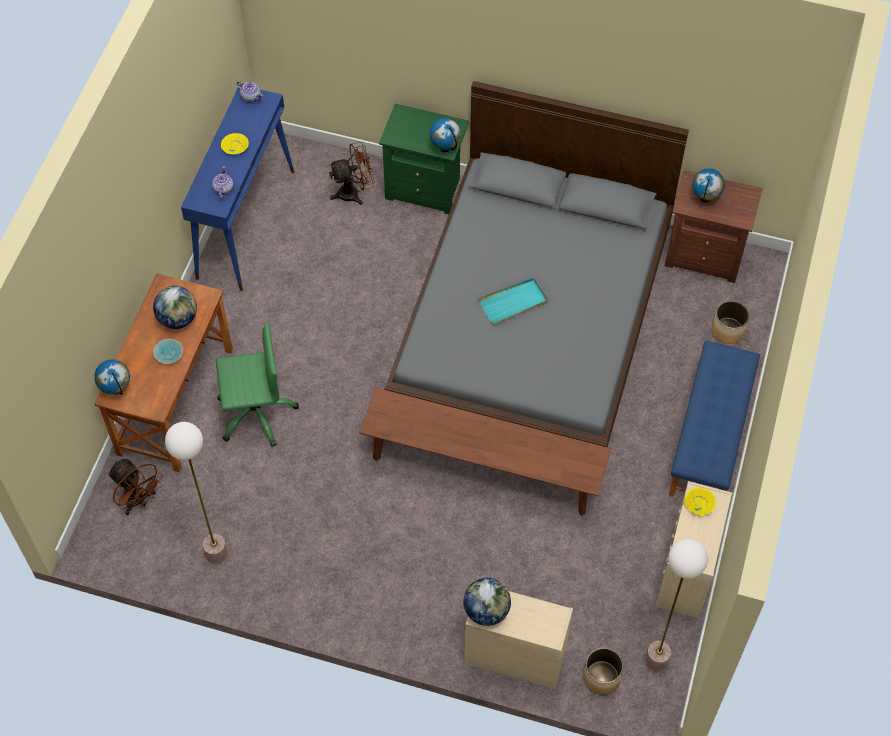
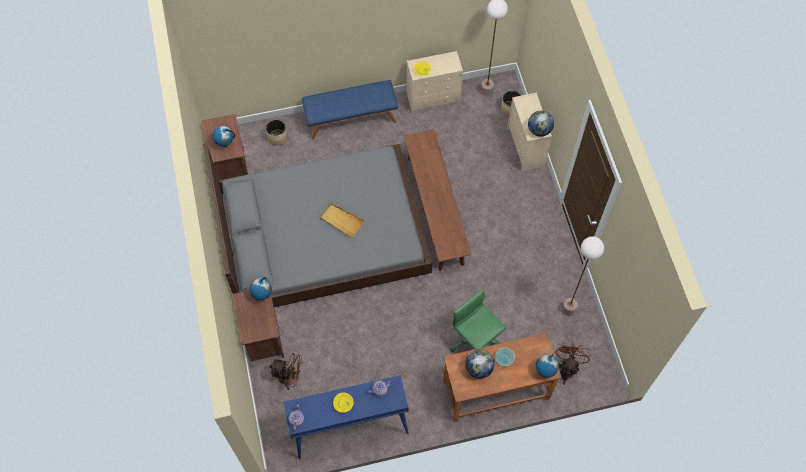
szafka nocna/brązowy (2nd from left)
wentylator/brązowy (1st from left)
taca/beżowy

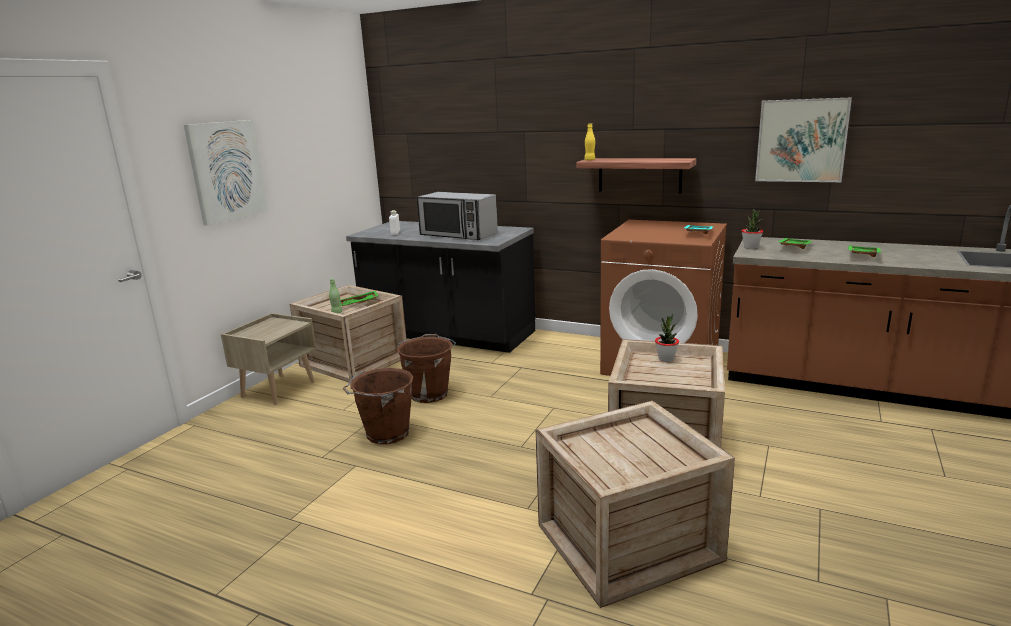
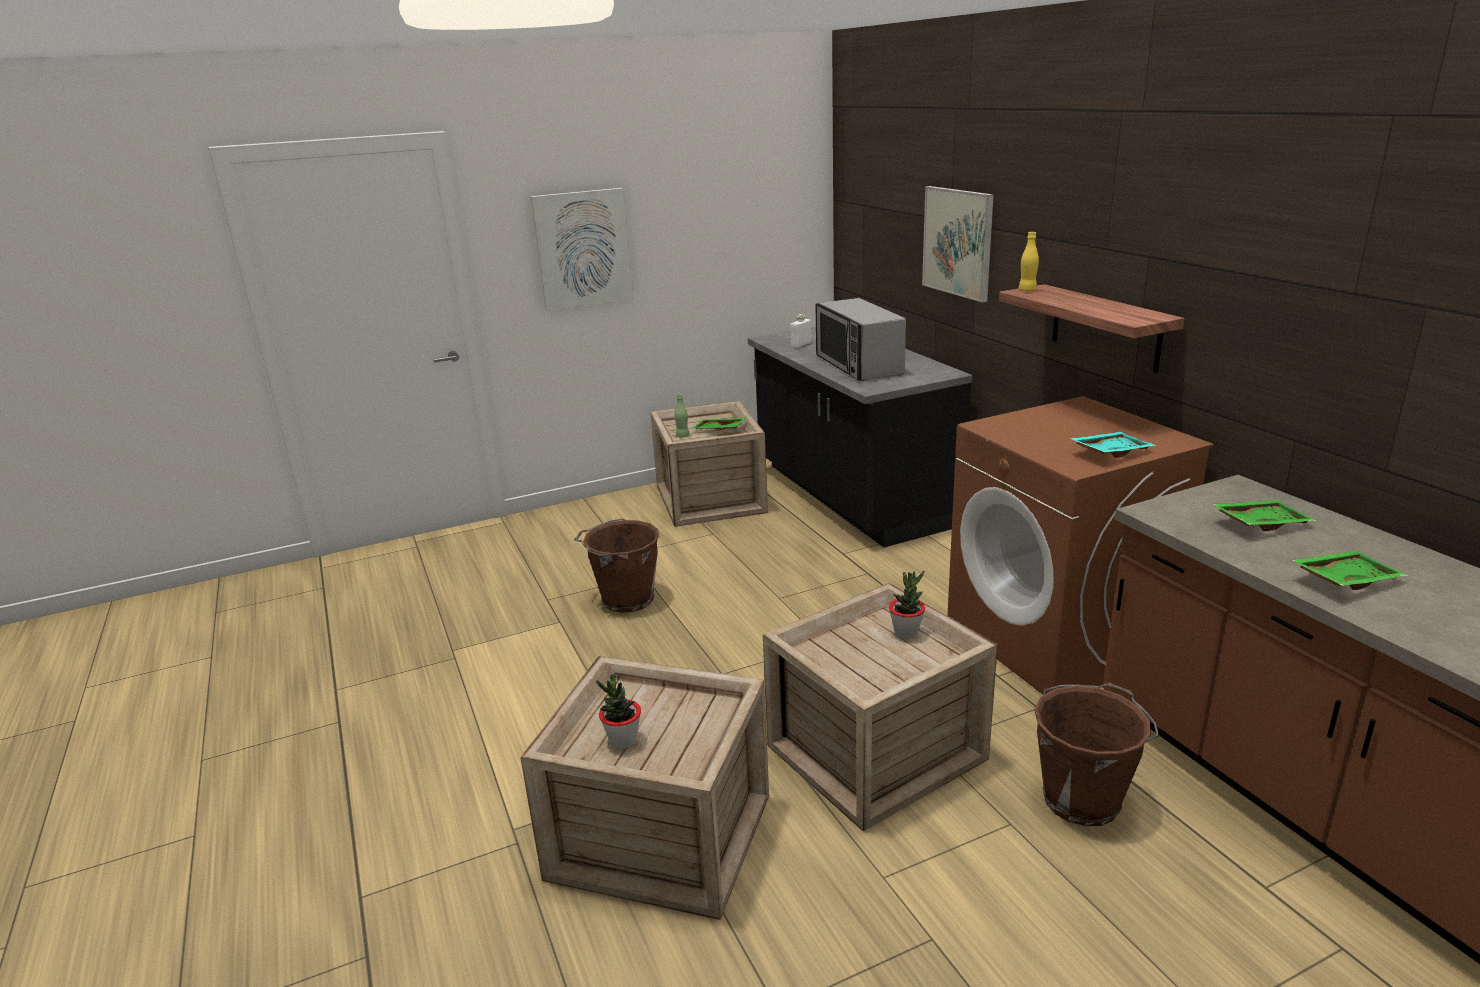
roślina doniczkowa (1st from left)
obraz (2nd from left)
wiadro/brązowy (2nd from left)
szafka nocna/beżowy

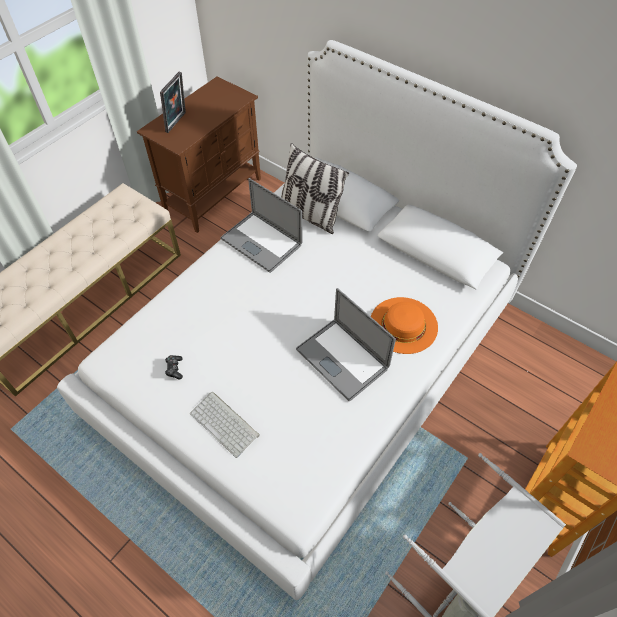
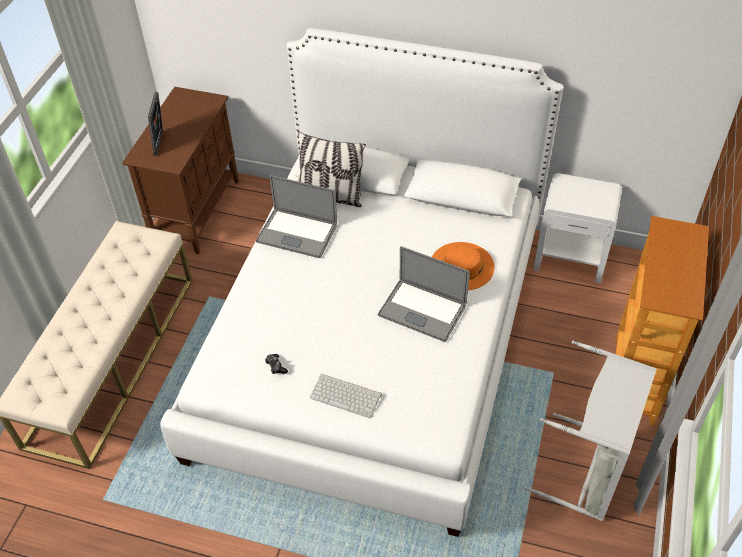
szafka nocna/biały

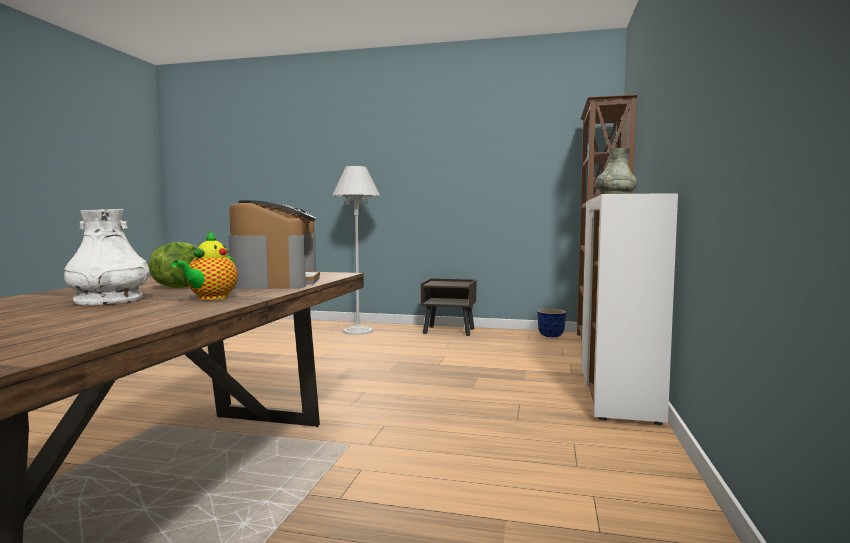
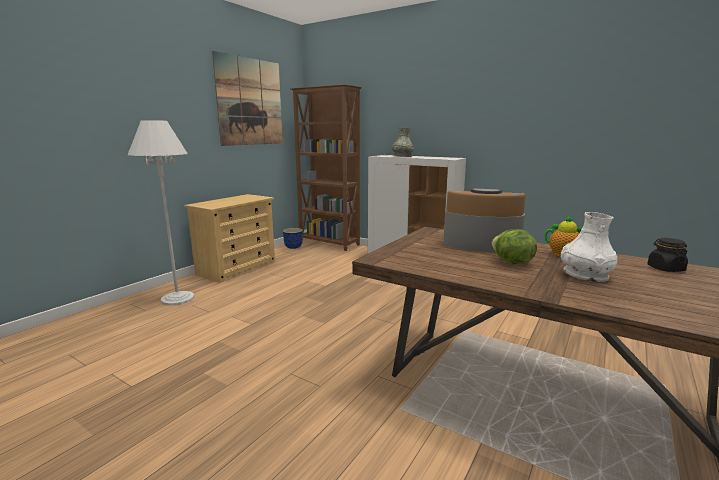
komoda/beżowy
obraz
słoik/czarny

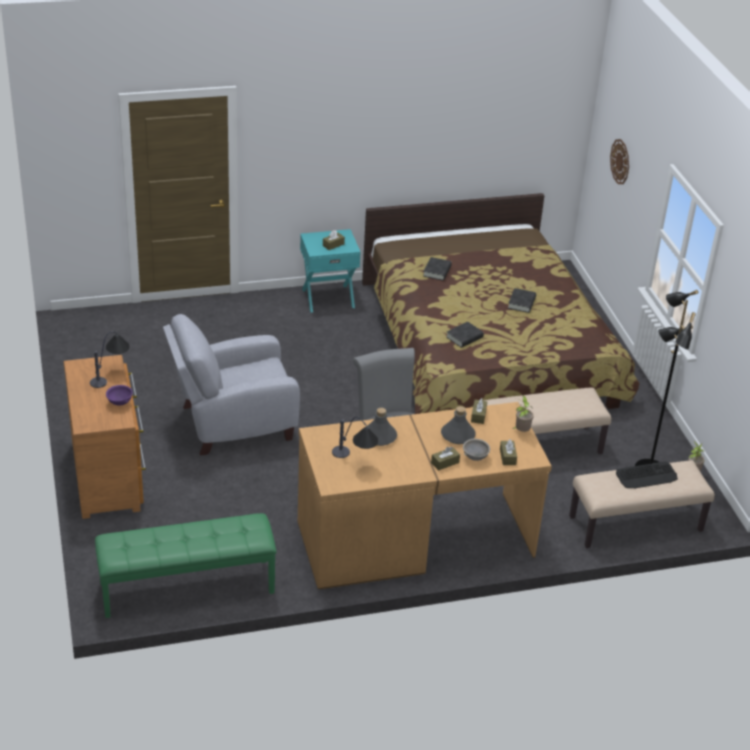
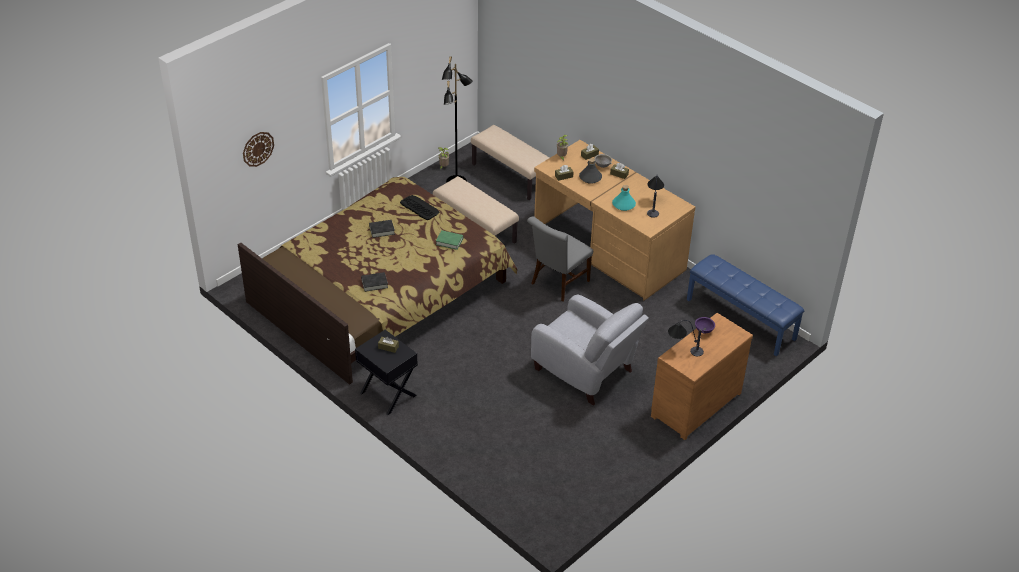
szafka nocna/czarny
klawiatura
książka/zielony
butelka/turkusowy
ławka/niebieski

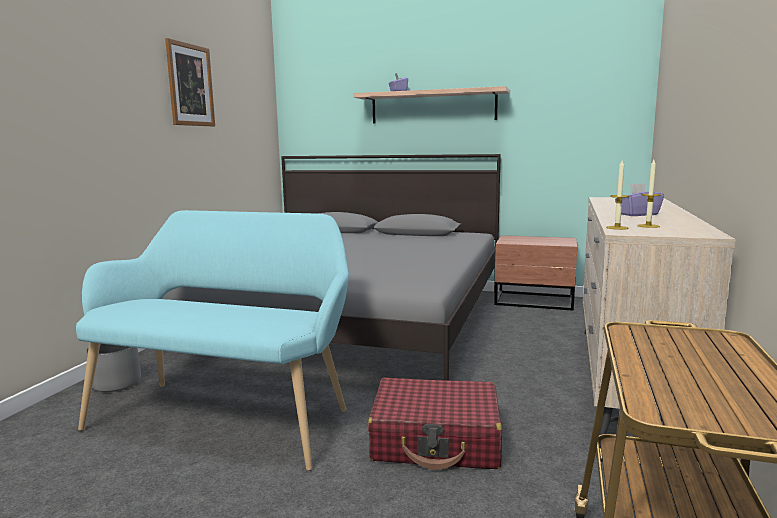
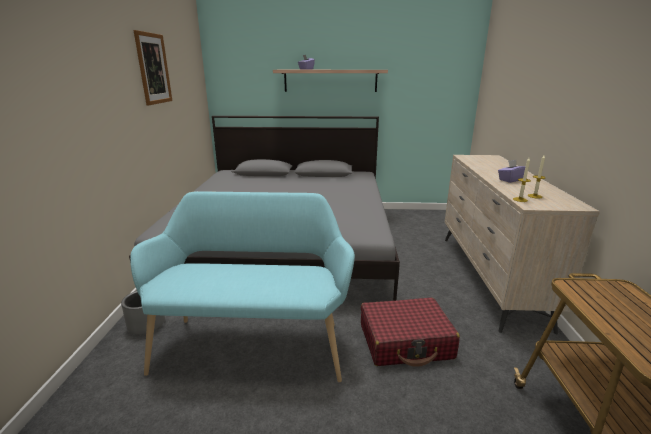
szafka nocna/brązowy

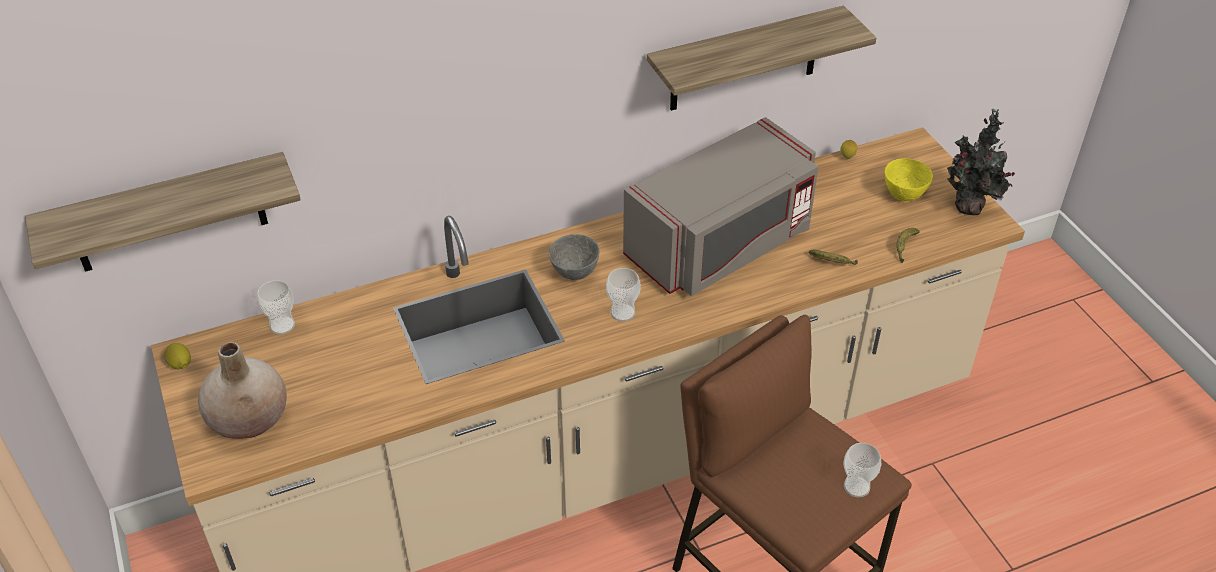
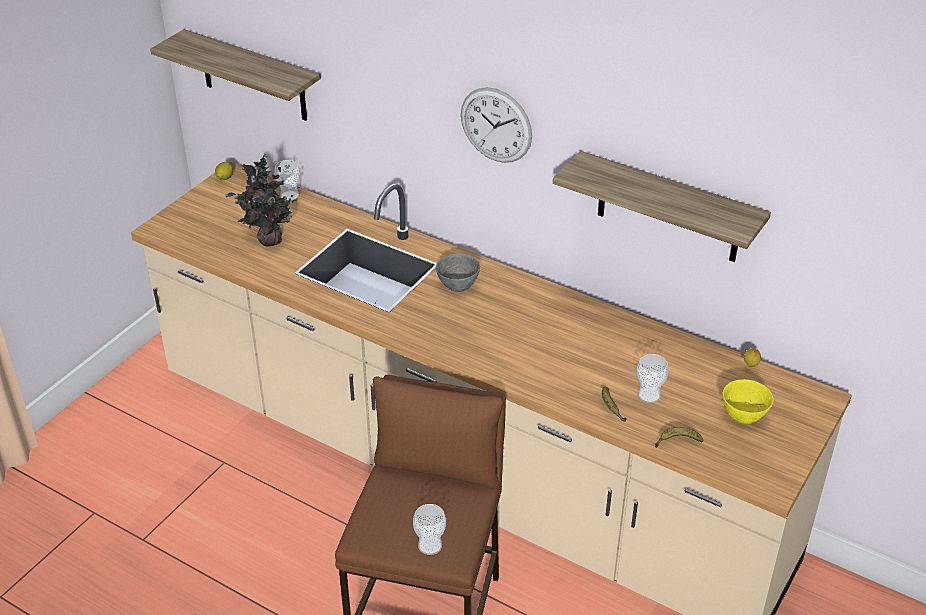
roślina doniczkowa
zegar ścienny
filiżanka (3rd from left)
wazon/beżowy
mikrofalówka/szary

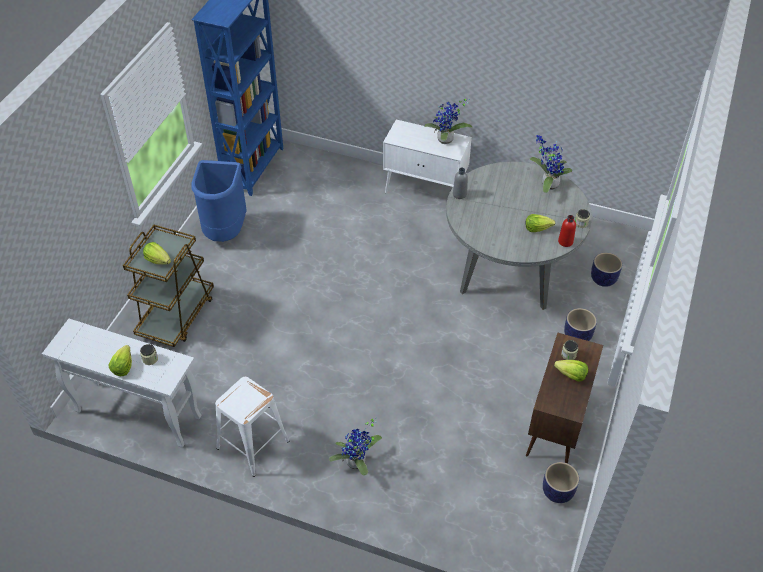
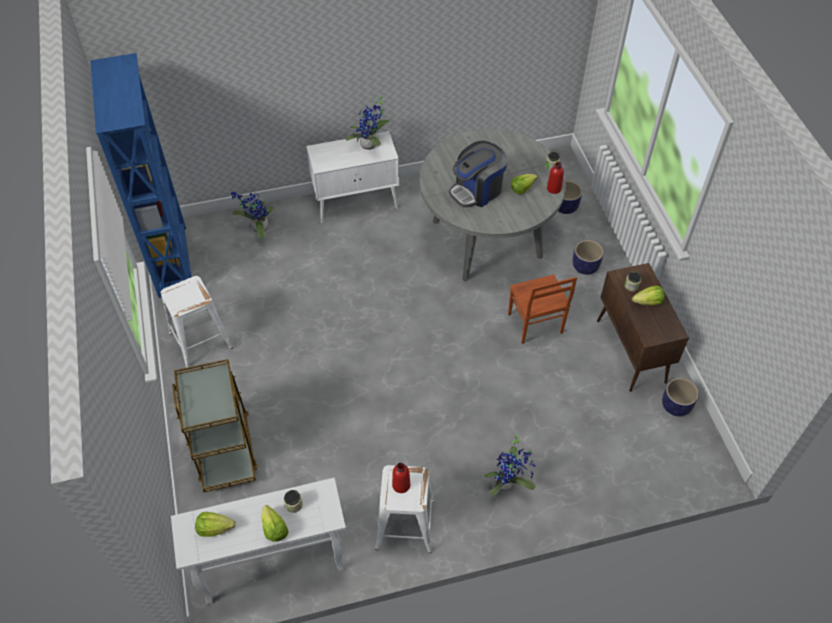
stołek/biały (1st from left)
sałata (1st from left)
roślina doniczkowa (1st from left)
butelka/czerwony (1st from left)
ekspres do kawy
krzesło/brązowy
butelka/szary

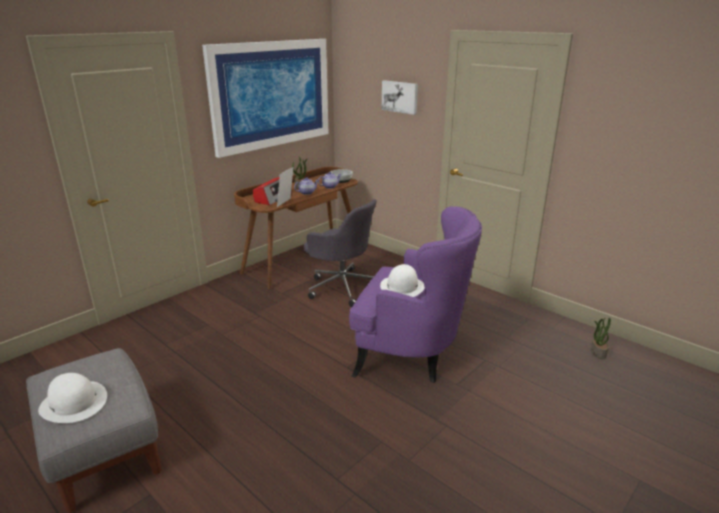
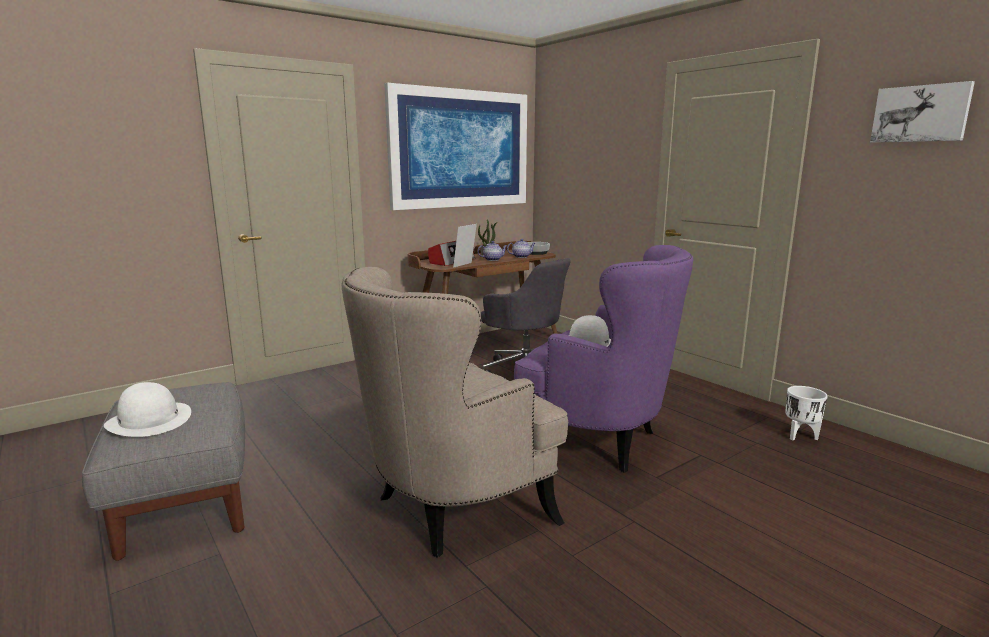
fotel/beżowy
donica/biały
obraz (2nd from left)
roślina doniczkowa (2nd from left in the first image)

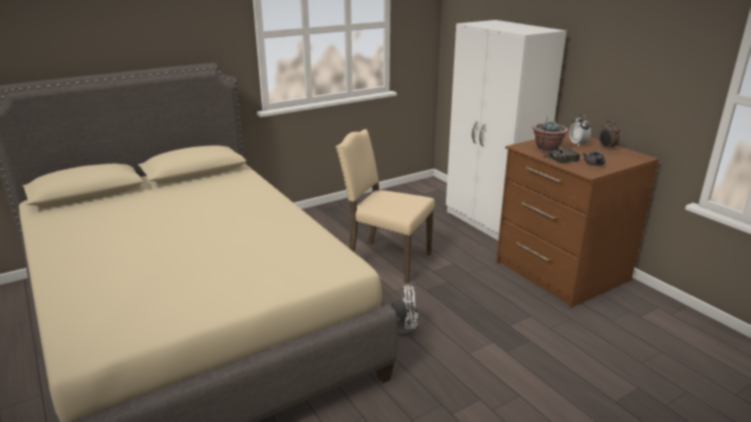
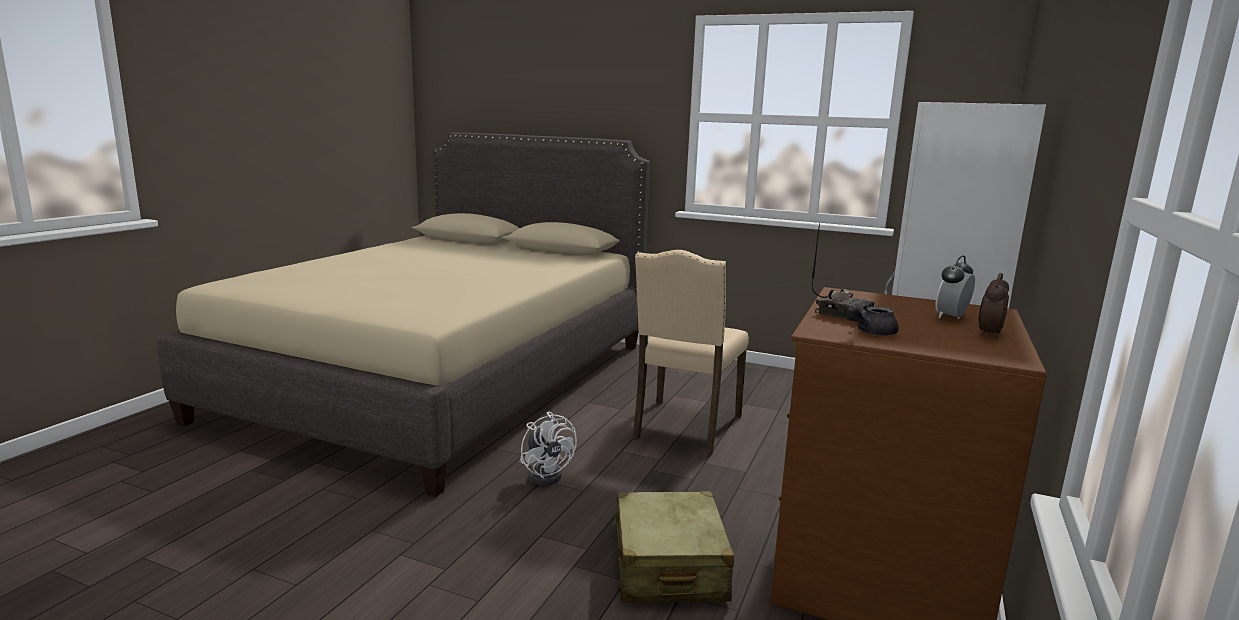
walizka/beżowy
krzesło/beżowy
roślina doniczkowa

